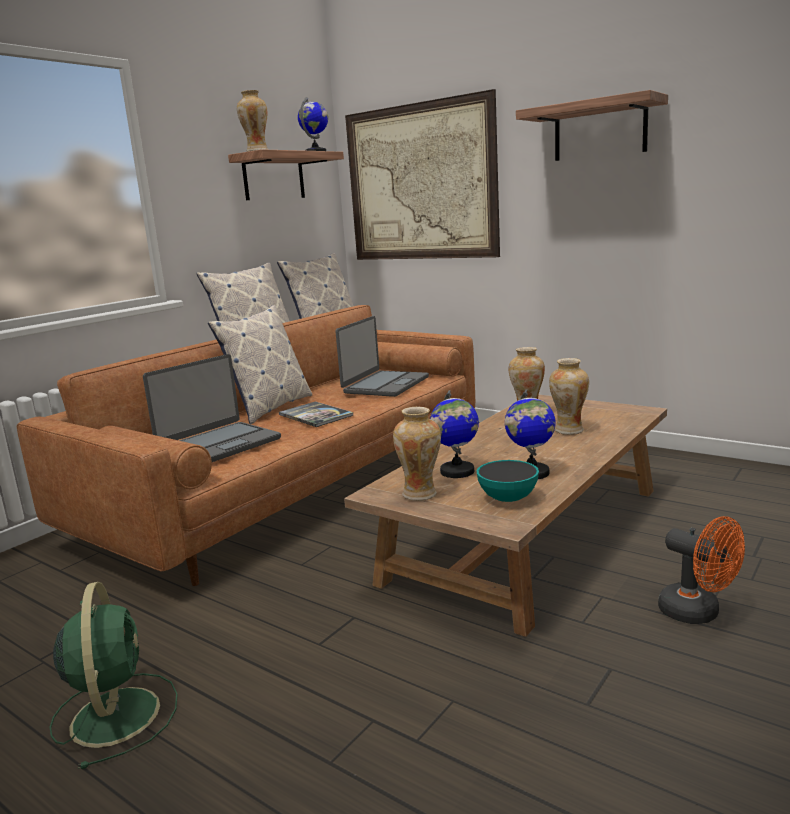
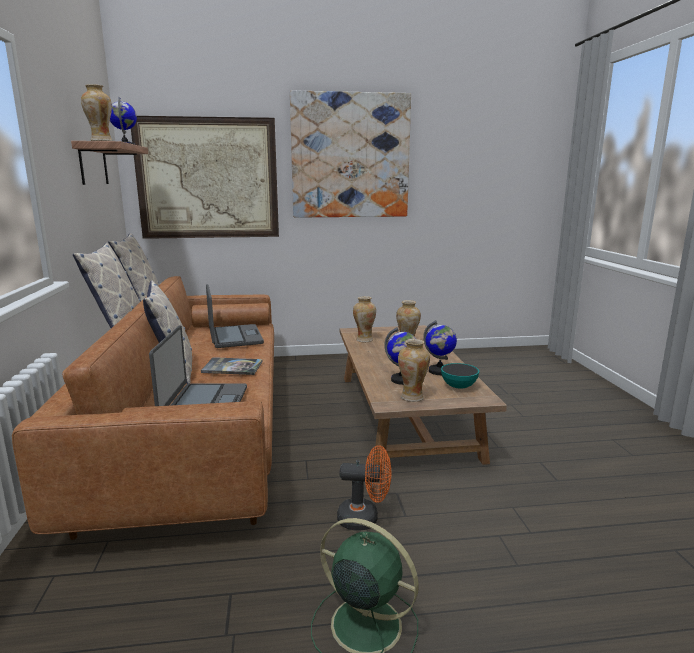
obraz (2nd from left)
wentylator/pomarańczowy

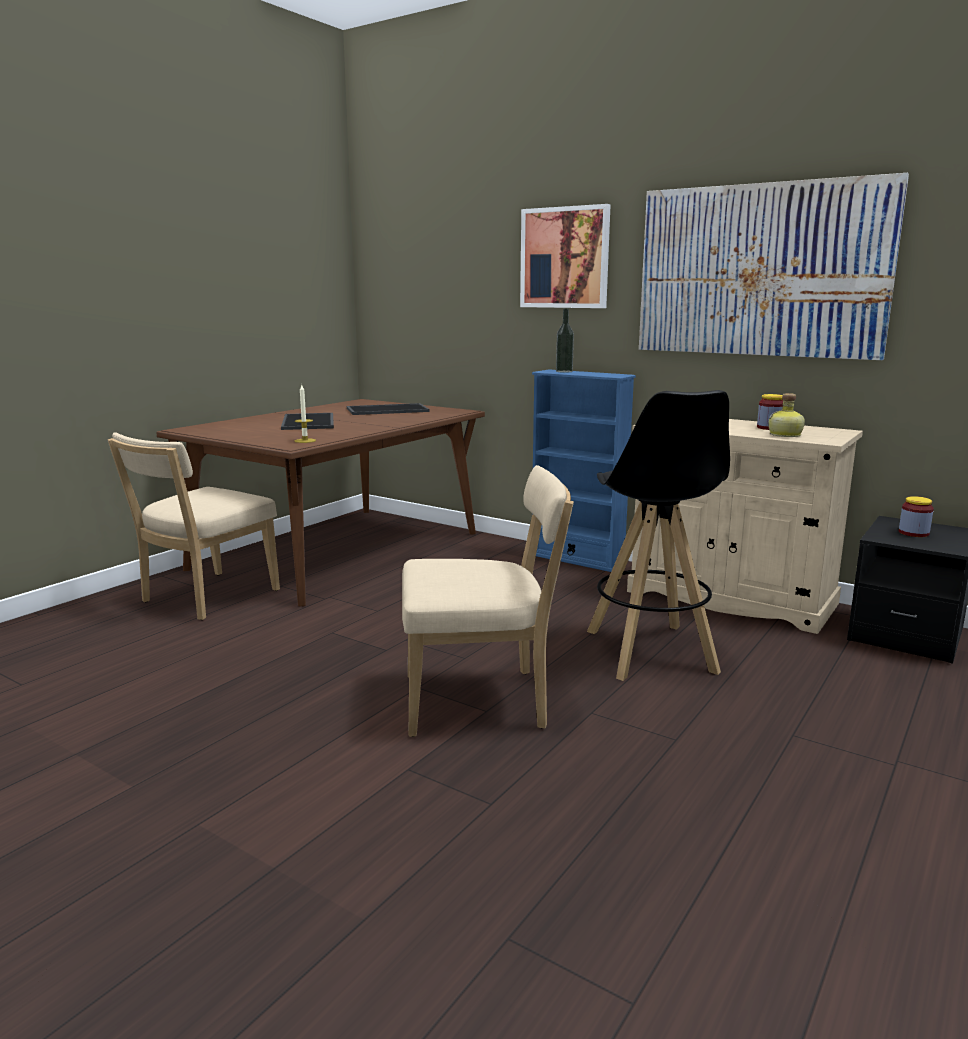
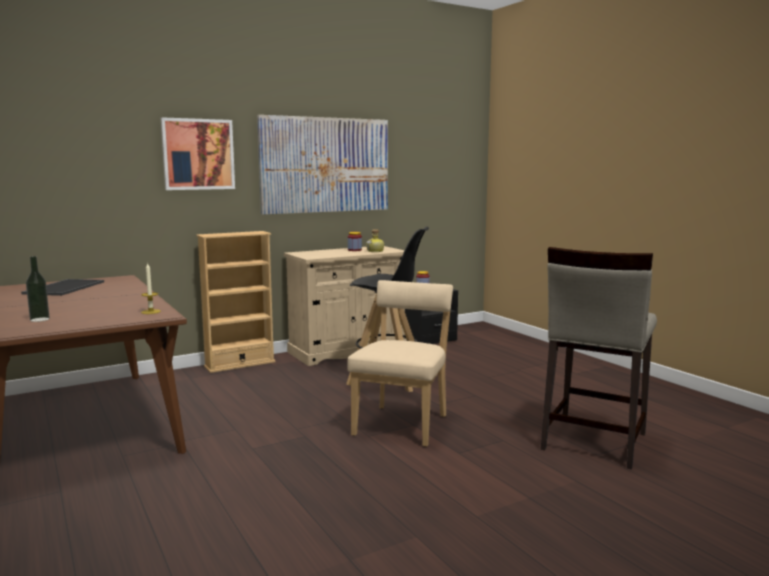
butelka (1st from left)
regał/beżowy
stołek/beżowy
krzesło/beżowy (1st from left in the first image)
taca (1st from left in the first image)

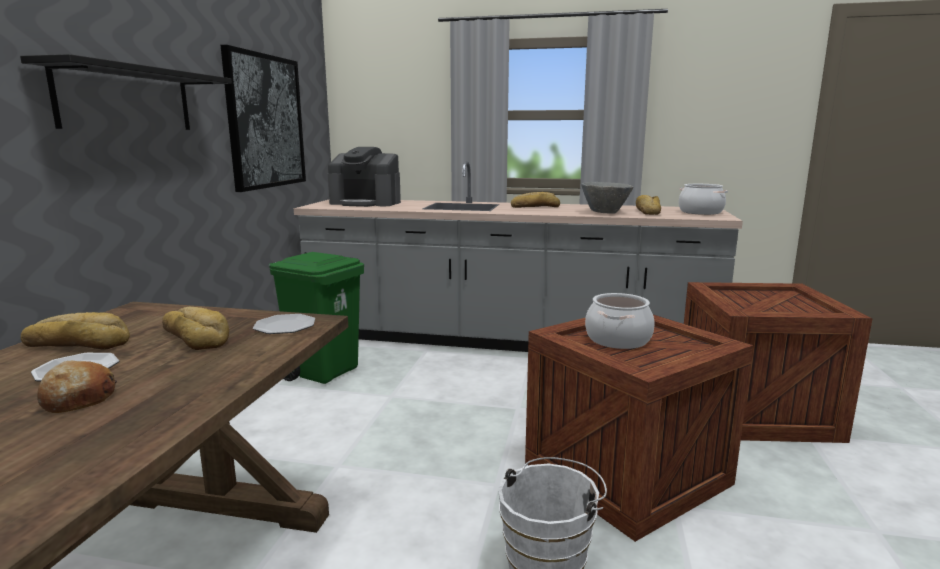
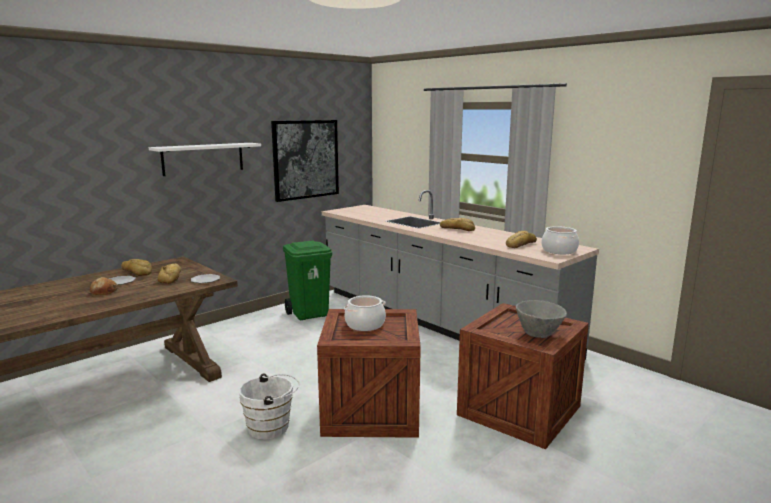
półka/biały
miska/szary
ekspres do kawy

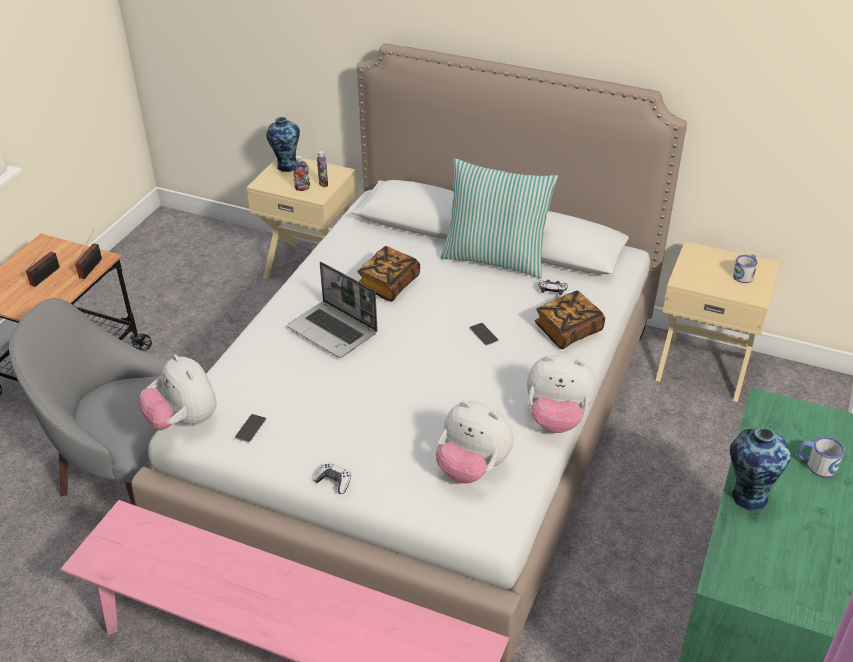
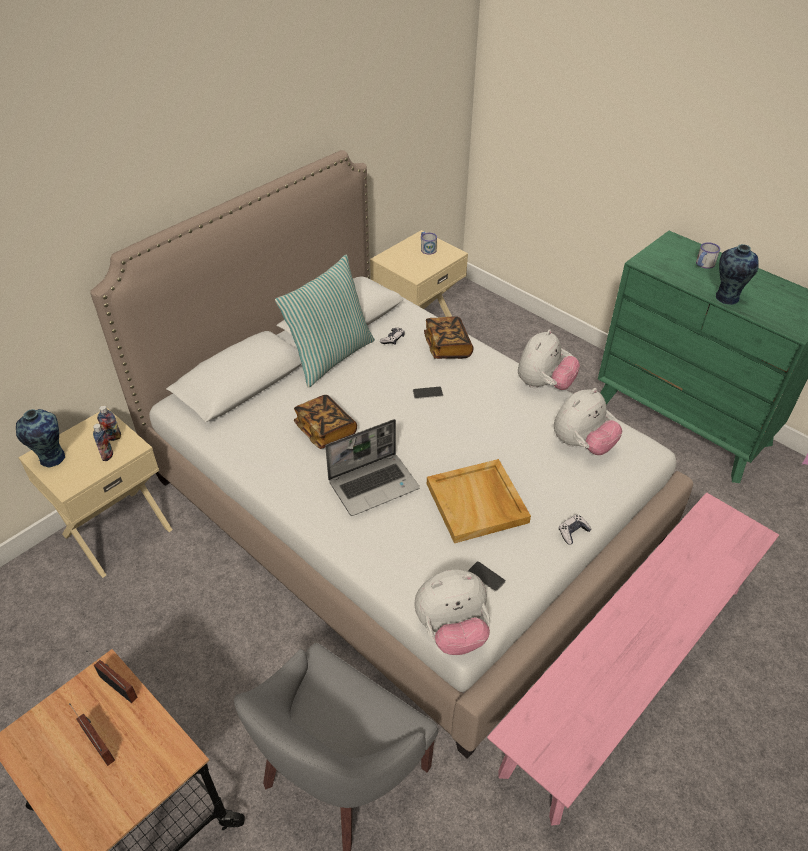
taca/beżowy

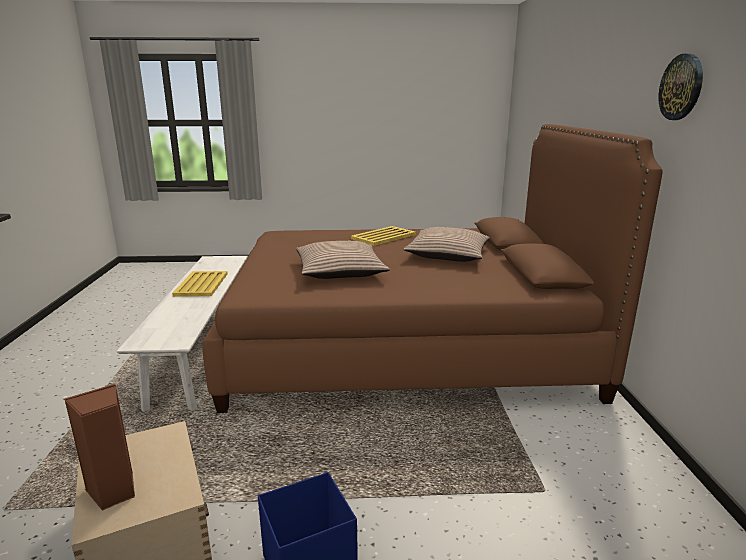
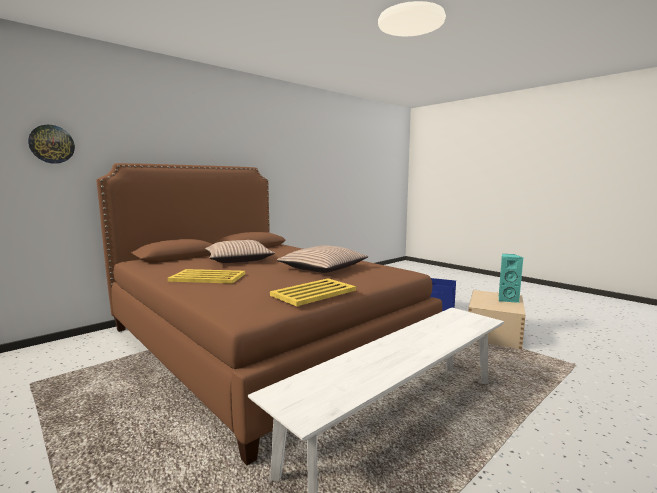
zegar ścienny
taca/żółty (2nd from left)
głośnik/turkusowy

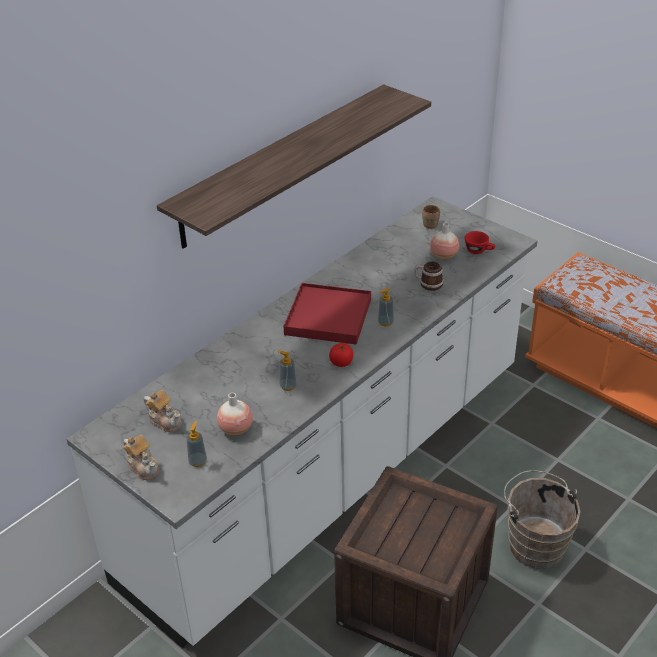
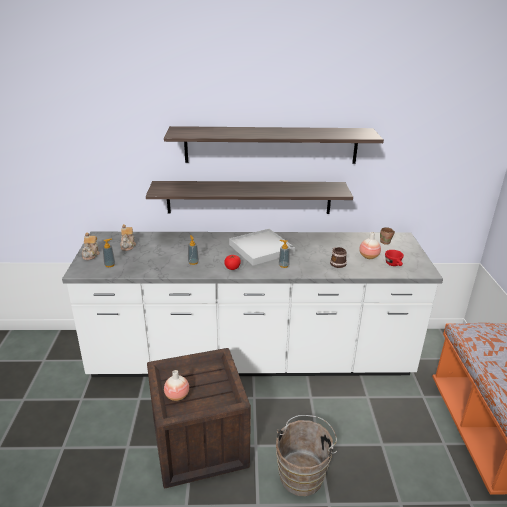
półka (1st from left)
wazon (1st from left)
taca/biały

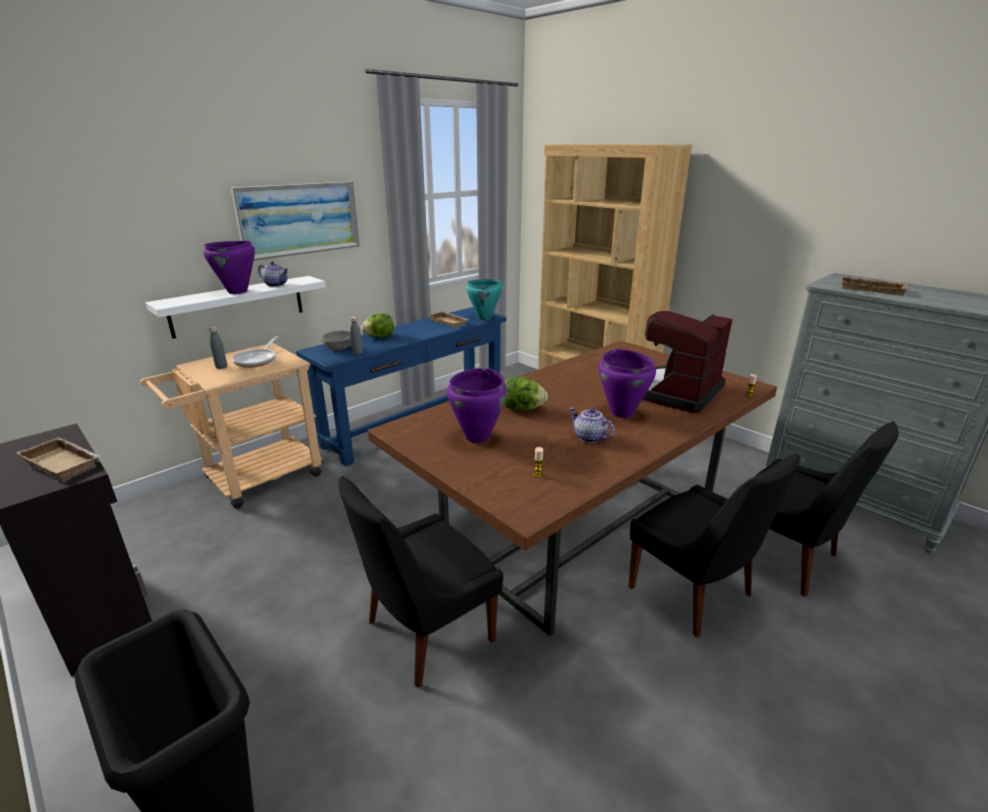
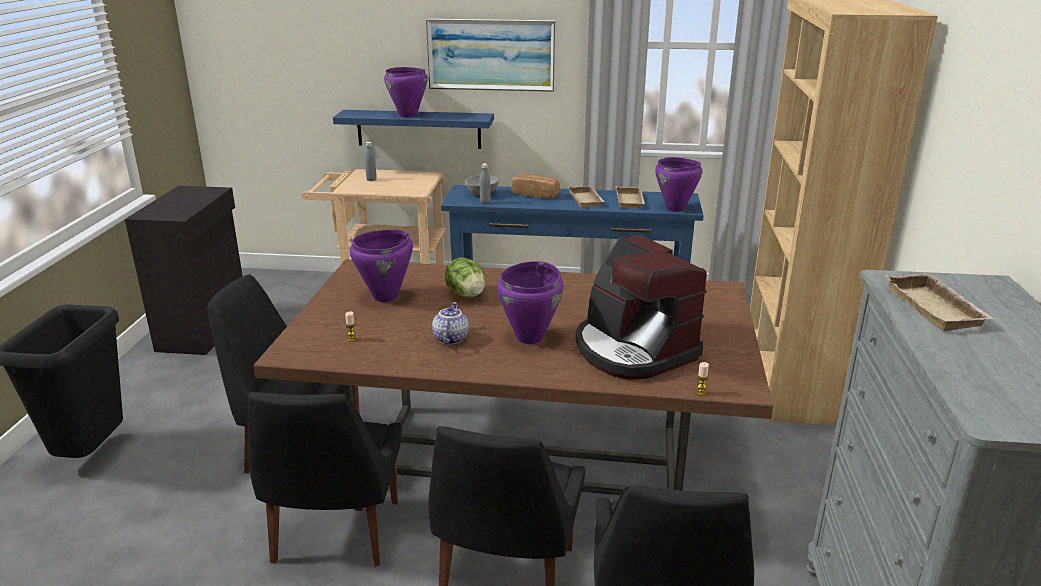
krzesło/czarny (2nd from left)
półka/niebieski
chleb
taca/beżowy (1st from left)
ekspres do kawy
garnek/fioletowy (4th from left)
patelnia
imbryk (1st from left in the first image)

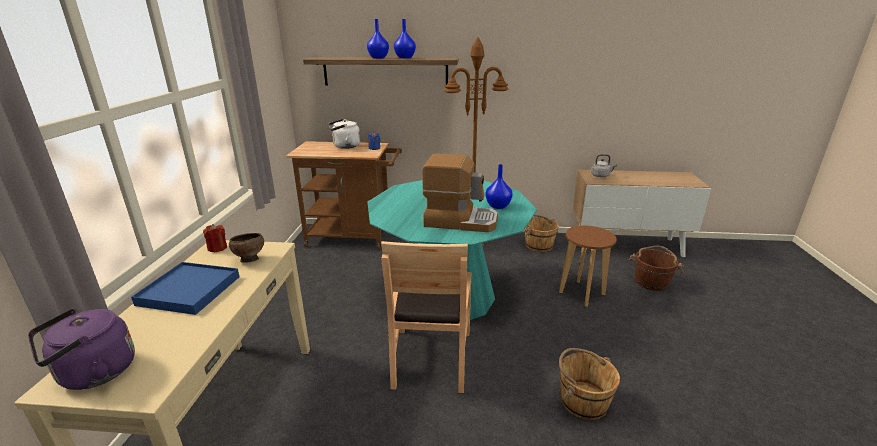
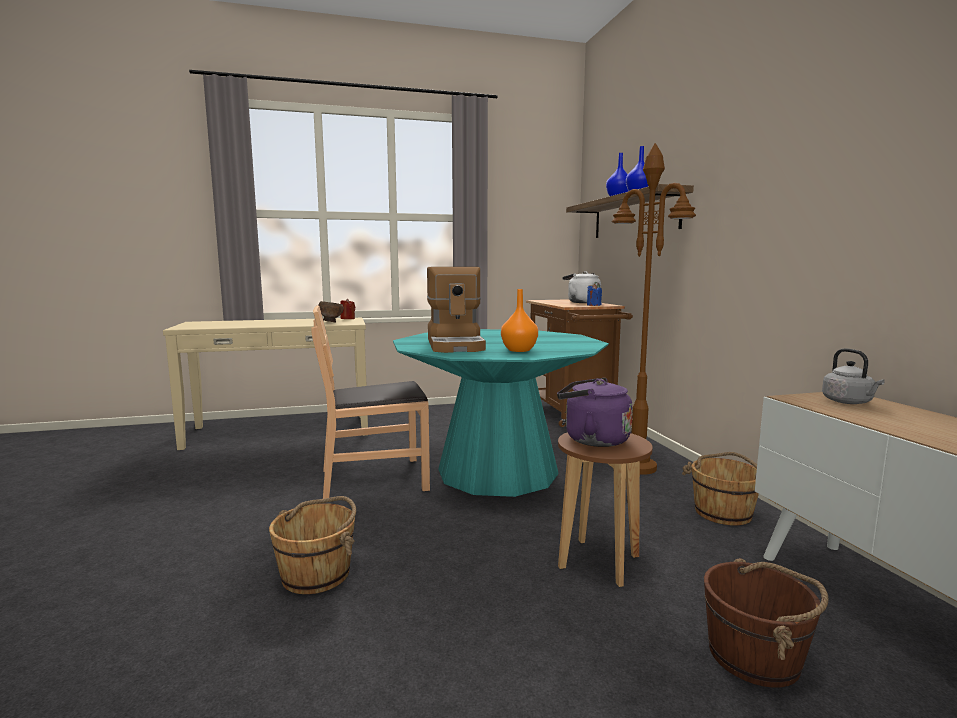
wazon/pomarańczowy
czajnik/fioletowy
taca/niebieski

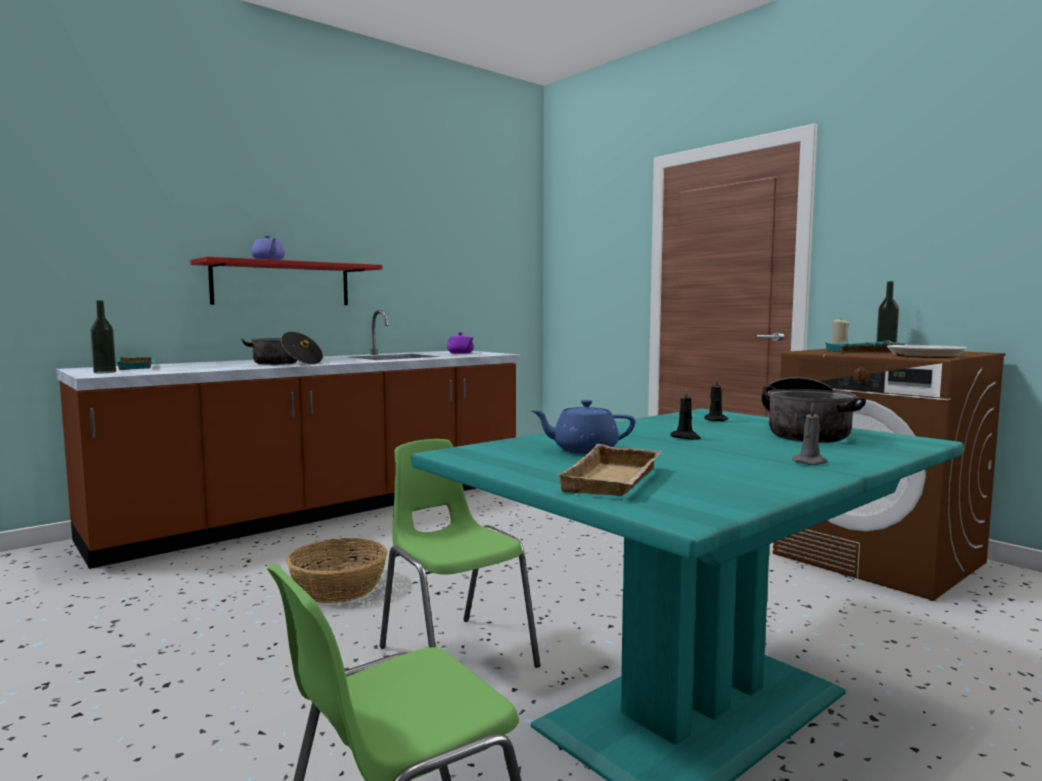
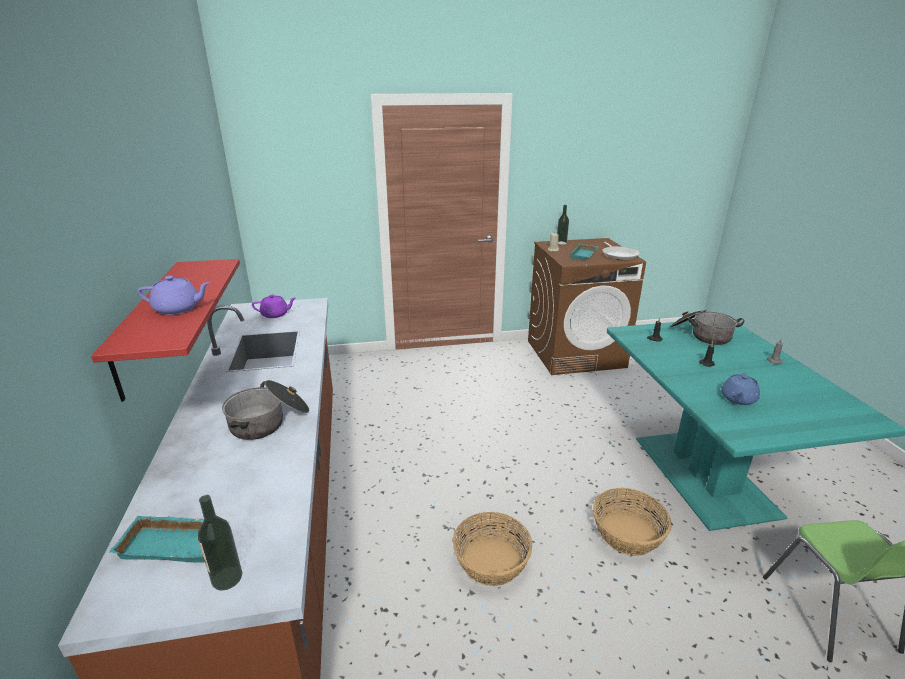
koszyk (2nd from left)
taca/beżowy

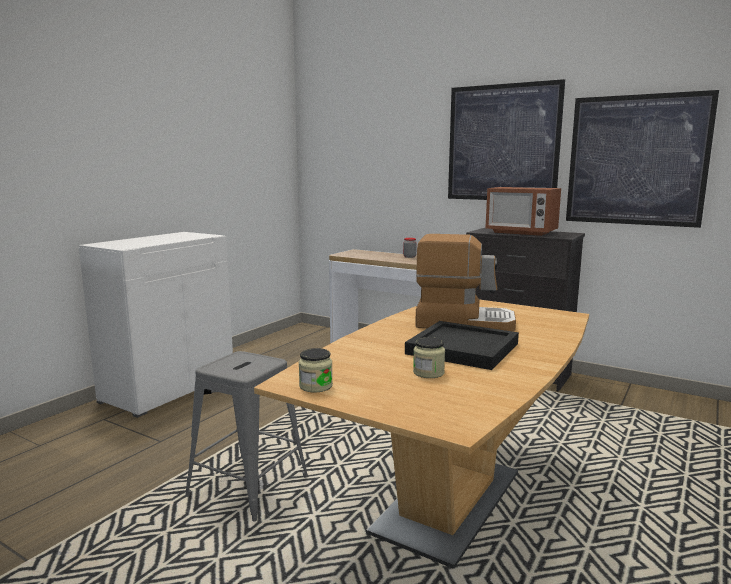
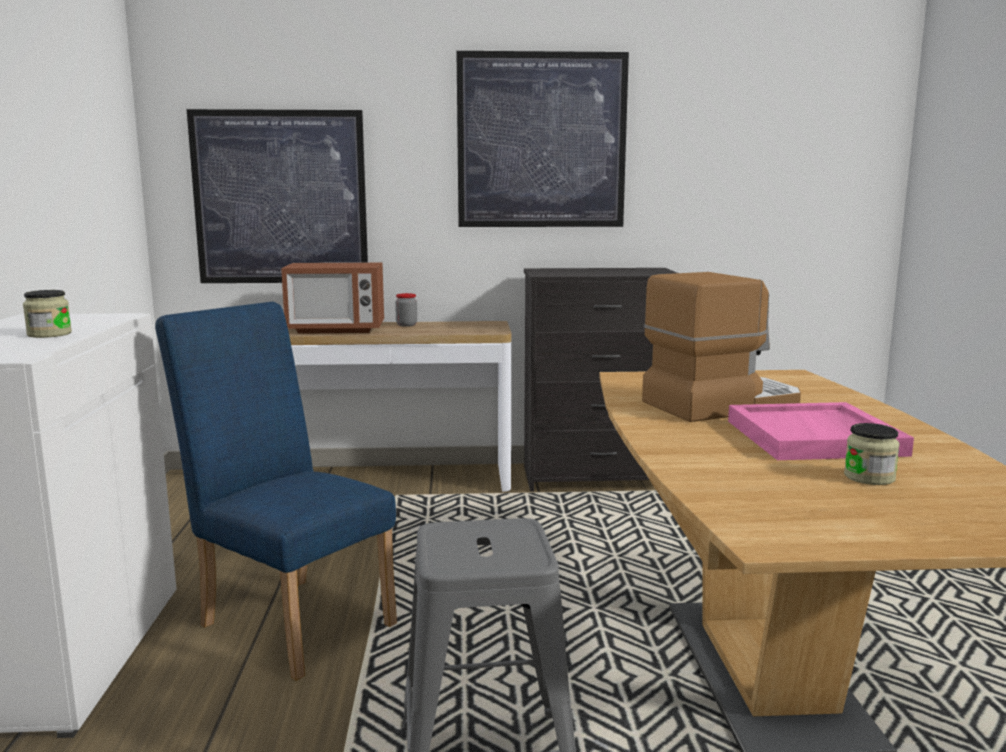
słoik (1st from left)
krzesło/niebieski
obraz (1st from left)
mikrofalówka
taca/różowy

